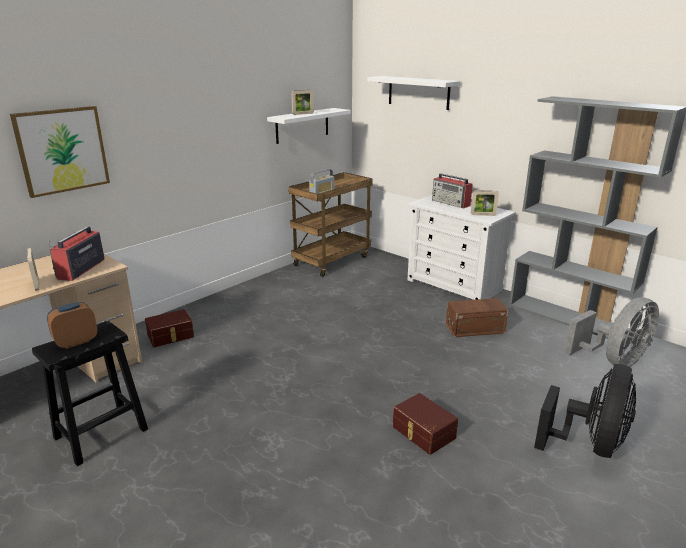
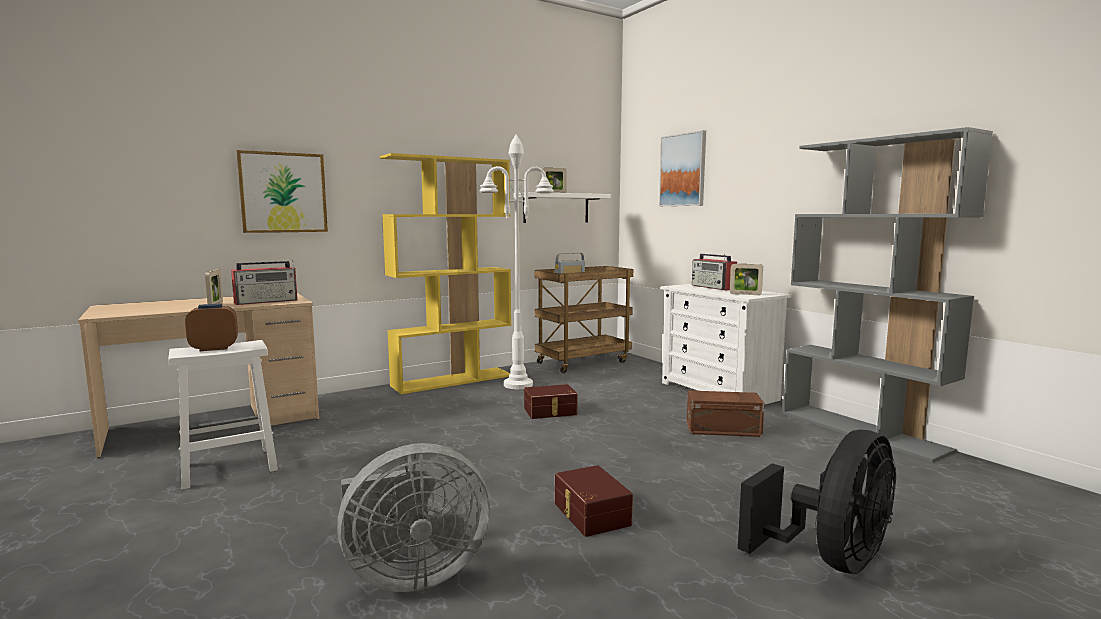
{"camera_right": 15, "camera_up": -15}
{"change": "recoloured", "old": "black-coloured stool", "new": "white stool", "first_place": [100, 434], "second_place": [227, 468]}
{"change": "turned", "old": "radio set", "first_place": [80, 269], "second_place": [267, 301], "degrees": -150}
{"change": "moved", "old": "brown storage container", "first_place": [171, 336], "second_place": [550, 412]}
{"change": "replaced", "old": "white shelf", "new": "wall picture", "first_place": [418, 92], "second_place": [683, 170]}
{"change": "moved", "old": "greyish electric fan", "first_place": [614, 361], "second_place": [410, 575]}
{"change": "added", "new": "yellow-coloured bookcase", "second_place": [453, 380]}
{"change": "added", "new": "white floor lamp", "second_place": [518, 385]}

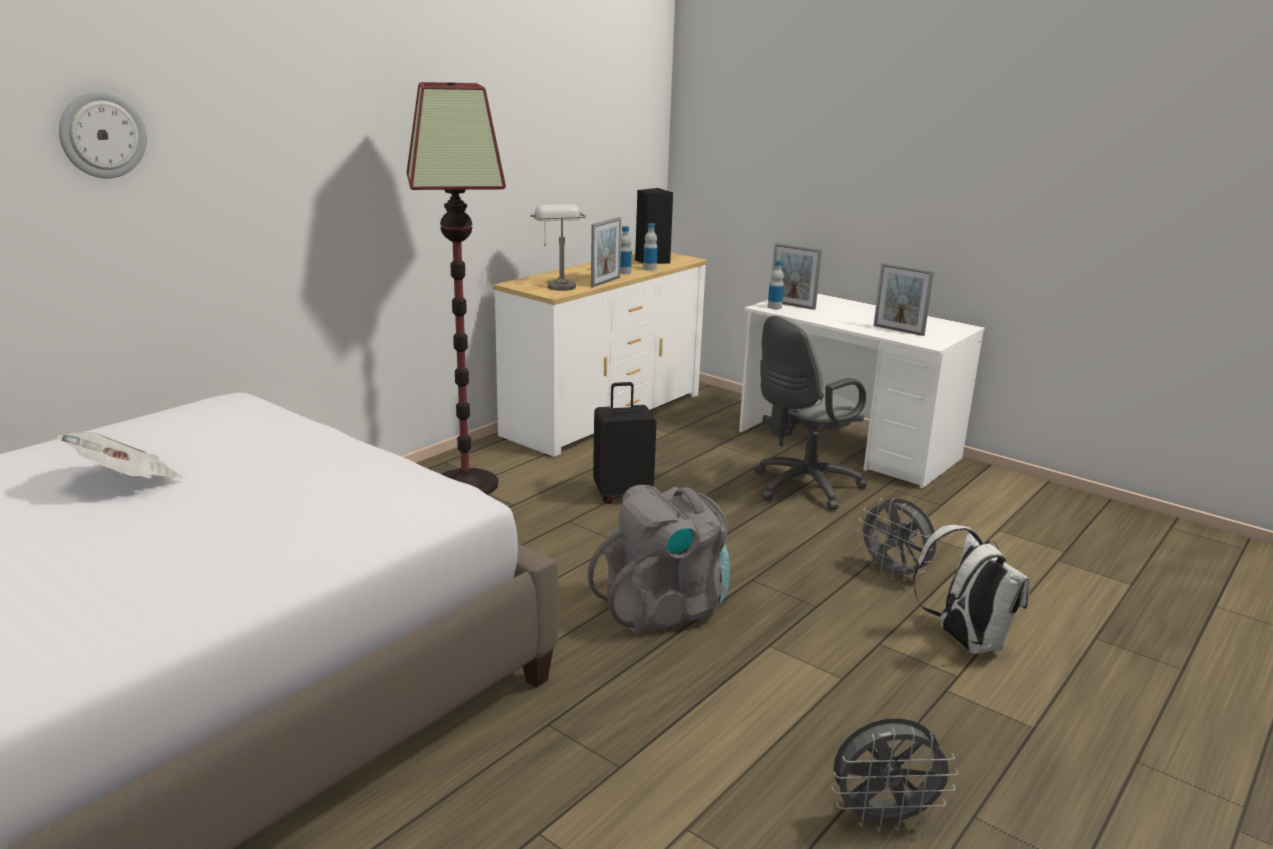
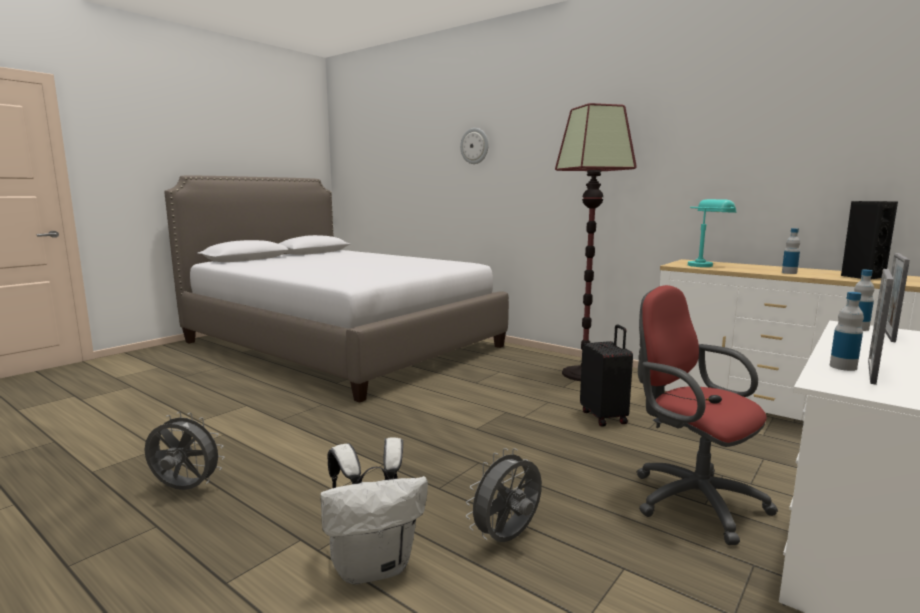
{"camera_right": 90, "camera_up": -10}
{"change": "removed", "old": "printed paper", "first_place": [127, 481]}
{"change": "recoloured", "old": "greyish table lamp", "new": "turquoise table lamp", "first_place": [557, 285], "second_place": [705, 265]}
{"change": "removed", "old": "greyish rucksack", "first_place": [664, 608]}
{"change": "removed", "old": "standing frame", "first_place": [605, 282]}
{"change": "moved", "old": "bottle", "first_place": [649, 269], "second_place": [843, 367]}
{"change": "recoloured", "old": "greyish desk chair", "new": "red-coloured desk chair", "first_place": [801, 488], "second_place": [690, 499]}
{"change": "turned", "old": "greyish electric fan", "first_place": [883, 818], "second_place": [185, 490], "degrees": 105}

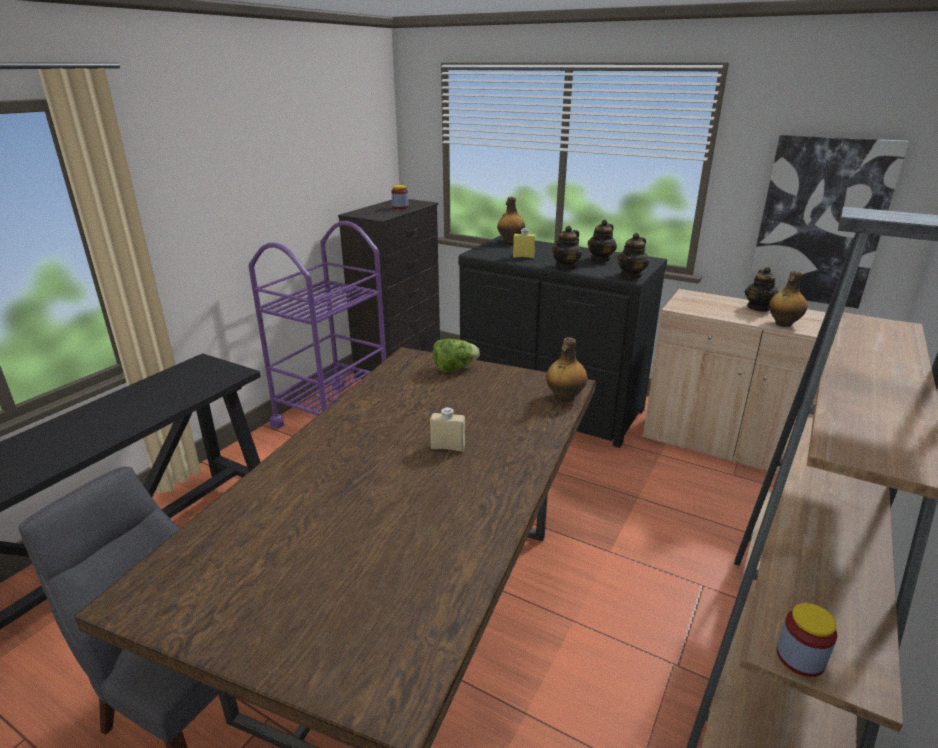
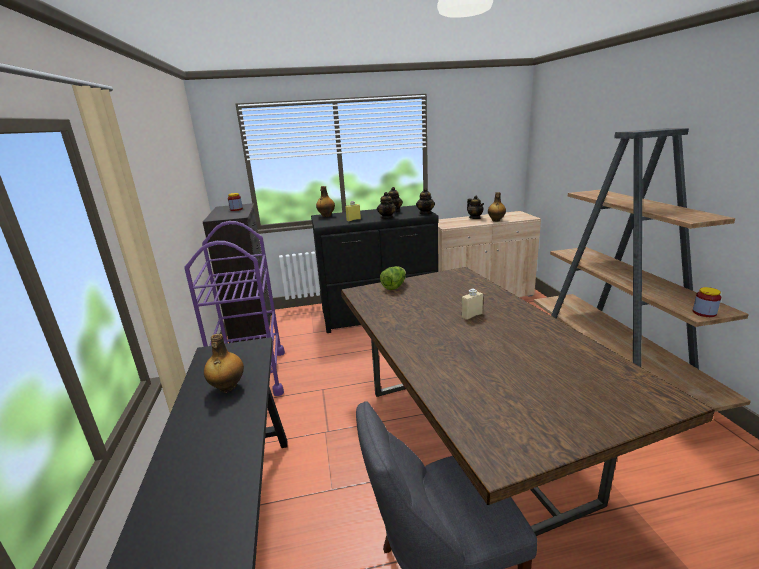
{"camera_right": -40, "camera_up": -5}
{"change": "moved", "old": "bottle", "first_place": [564, 398], "second_place": [227, 388]}
{"change": "removed", "old": "wall picture", "first_place": [820, 222]}

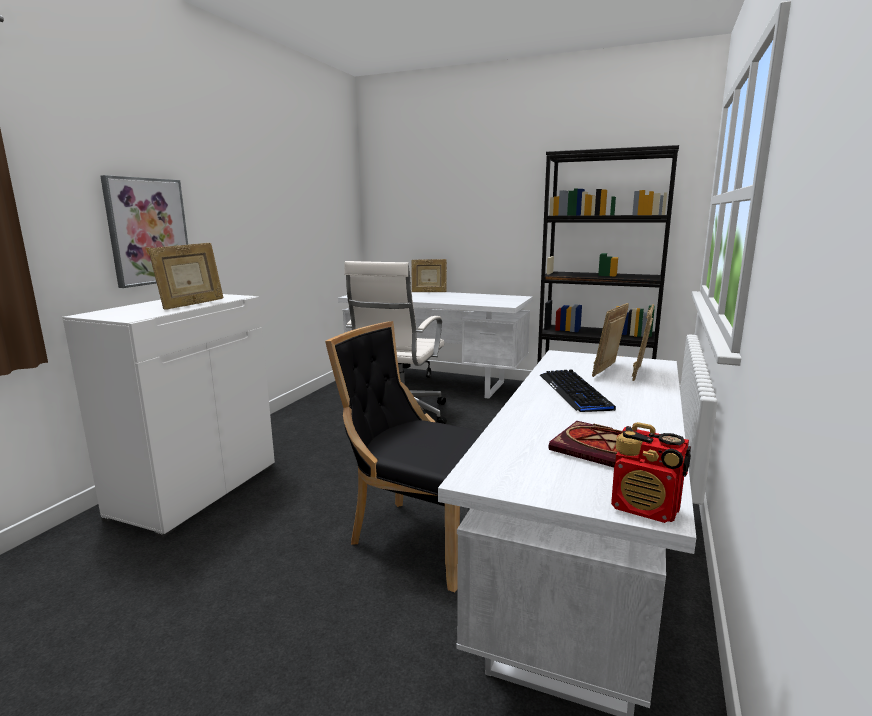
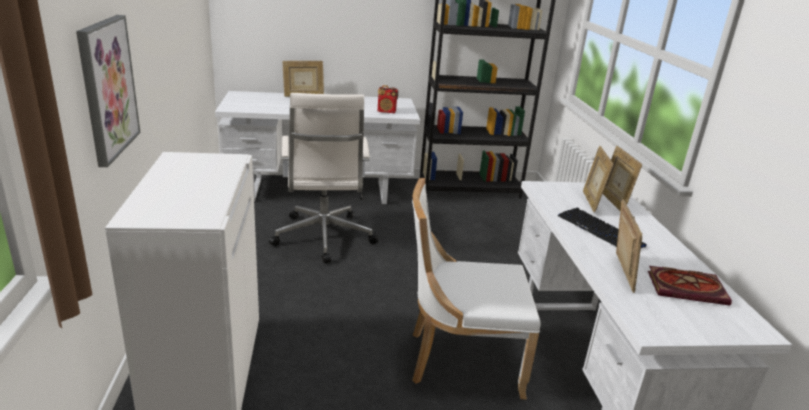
{"camera_right": -30, "camera_up": 10}
{"change": "moved", "old": "standing frame", "first_place": [192, 304], "second_place": [620, 273]}
{"change": "recoloured", "old": "black-coloured upright chair", "new": "white upright chair", "first_place": [420, 536], "second_place": [460, 360]}
{"change": "moved", "old": "radio set", "first_place": [645, 509], "second_place": [386, 111]}

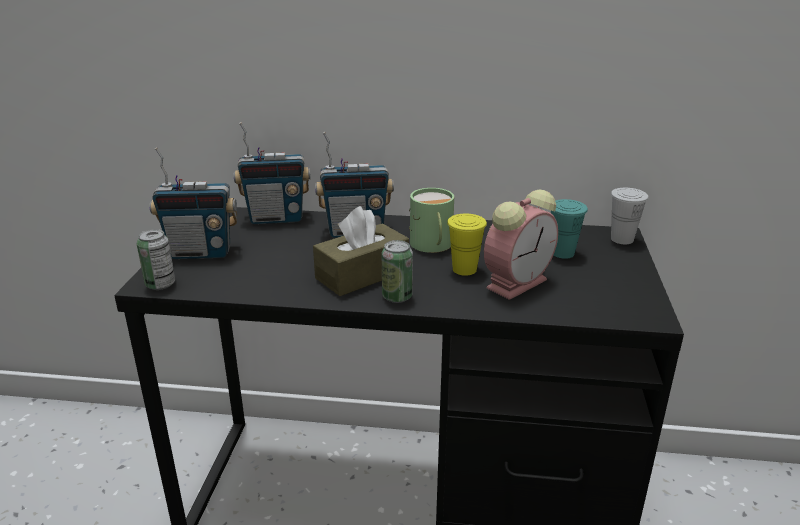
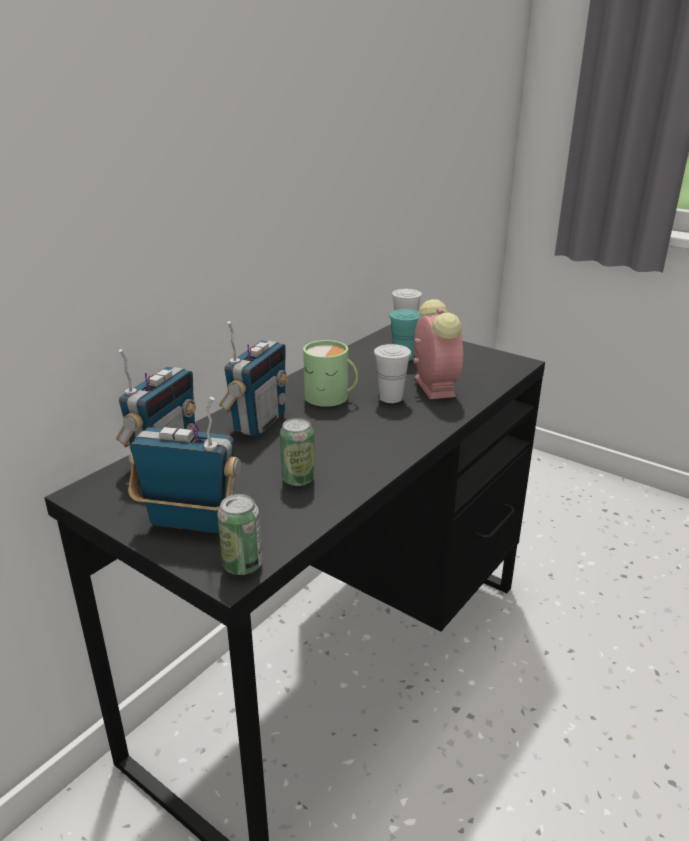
{"camera_right": -60, "camera_up": 0}
{"change": "turned", "old": "radio set", "first_place": [201, 253], "second_place": [191, 521], "degrees": -105}
{"change": "removed", "old": "brown box of tissues", "first_place": [362, 274]}
{"change": "moved", "old": "can", "first_place": [397, 297], "second_place": [298, 479]}
{"change": "recoloured", "old": "yellow-coloured small cup", "new": "white small cup", "first_place": [464, 269], "second_place": [390, 398]}

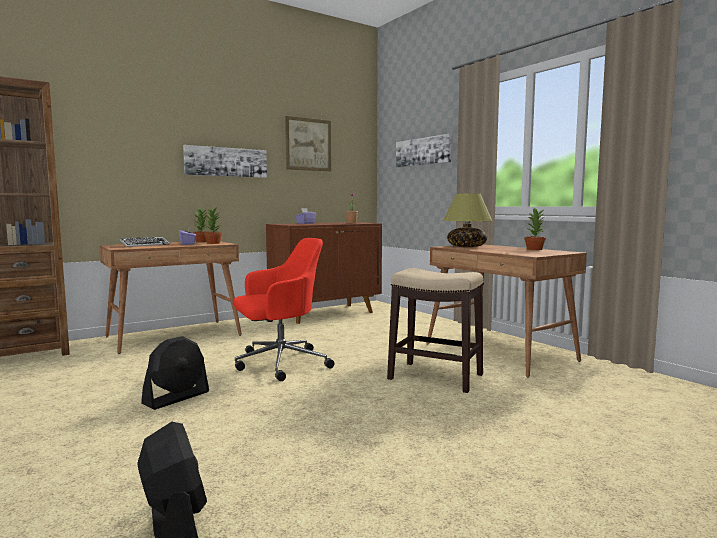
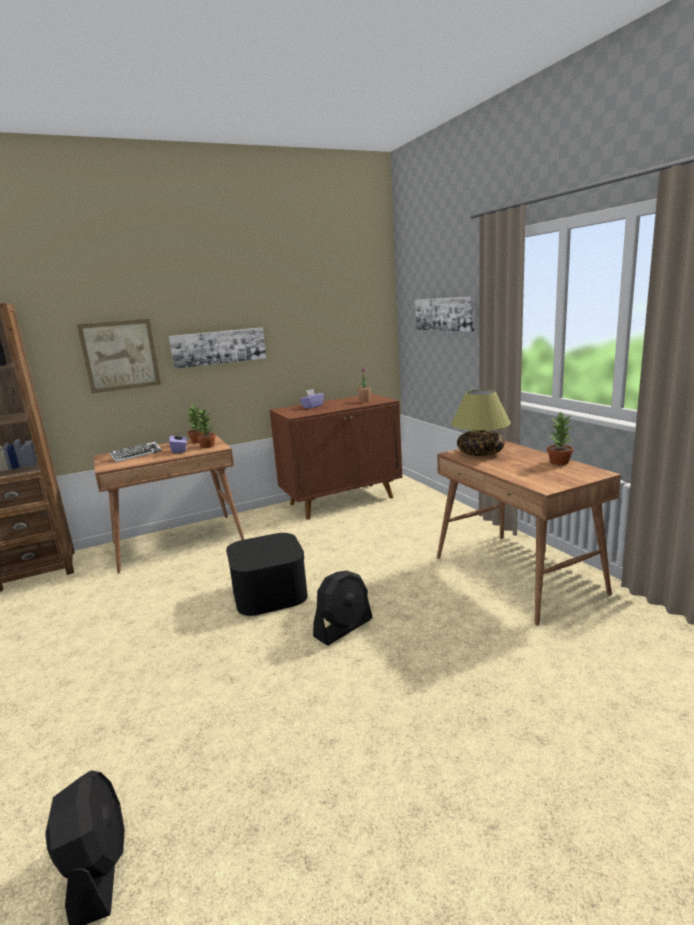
{"camera_right": 10, "camera_up": 10}
{"change": "moved", "old": "black-coloured electric fan", "first_place": [177, 398], "second_place": [343, 627]}
{"change": "replaced", "old": "red-coloured desk chair", "new": "black-coloured storage container", "first_place": [279, 363], "second_place": [270, 592]}
{"change": "moved", "old": "wall picture", "first_place": [308, 144], "second_place": [120, 355]}
{"change": "removed", "old": "stool", "first_place": [434, 376]}

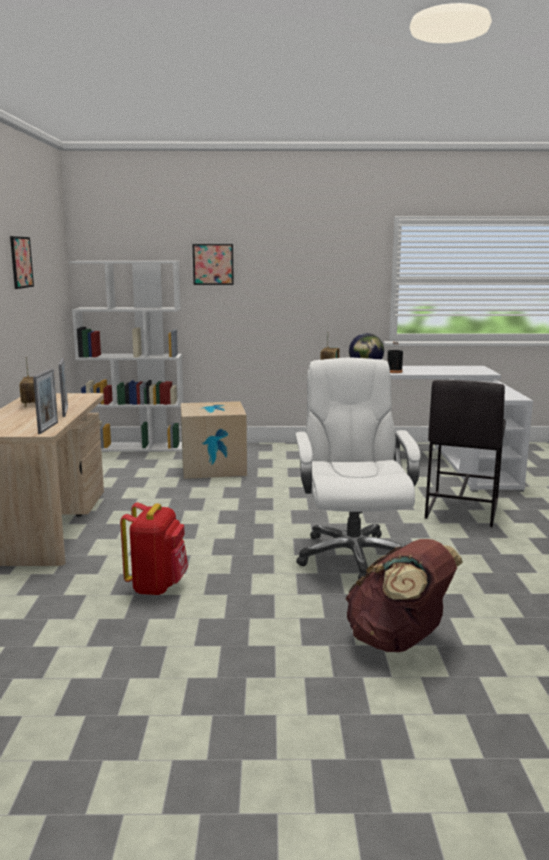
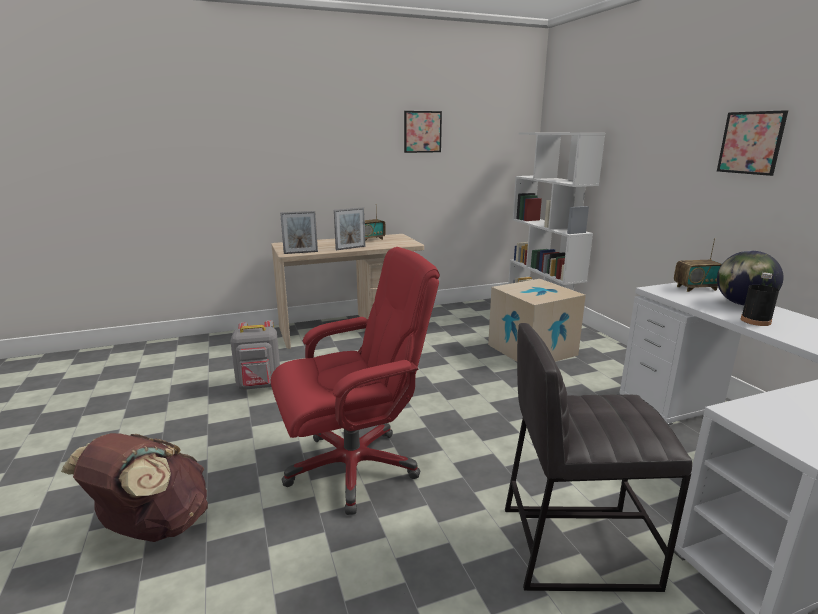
{"camera_right": 70, "camera_up": 5}
{"change": "recoloured", "old": "red-coloured rucksack", "new": "greyish rucksack", "first_place": [157, 586], "second_place": [259, 386]}
{"change": "moved", "old": "wall picture", "first_place": [213, 264], "second_place": [751, 143]}
{"change": "recoloured", "old": "white desk chair", "new": "red-coloured desk chair", "first_place": [352, 555], "second_place": [354, 467]}

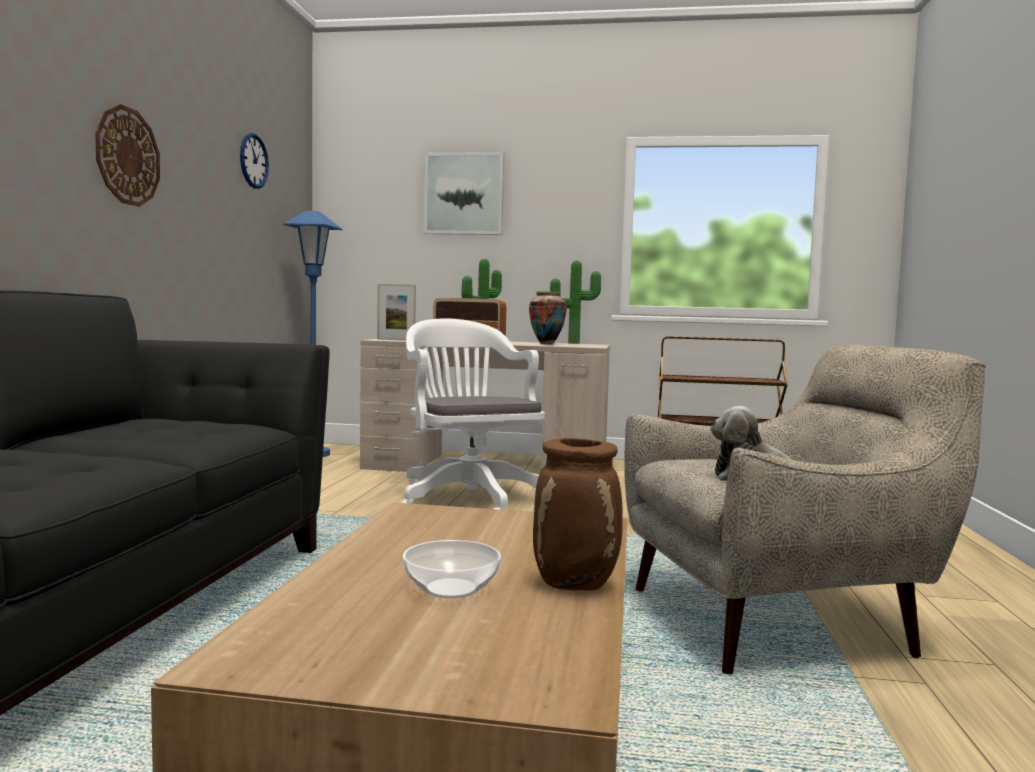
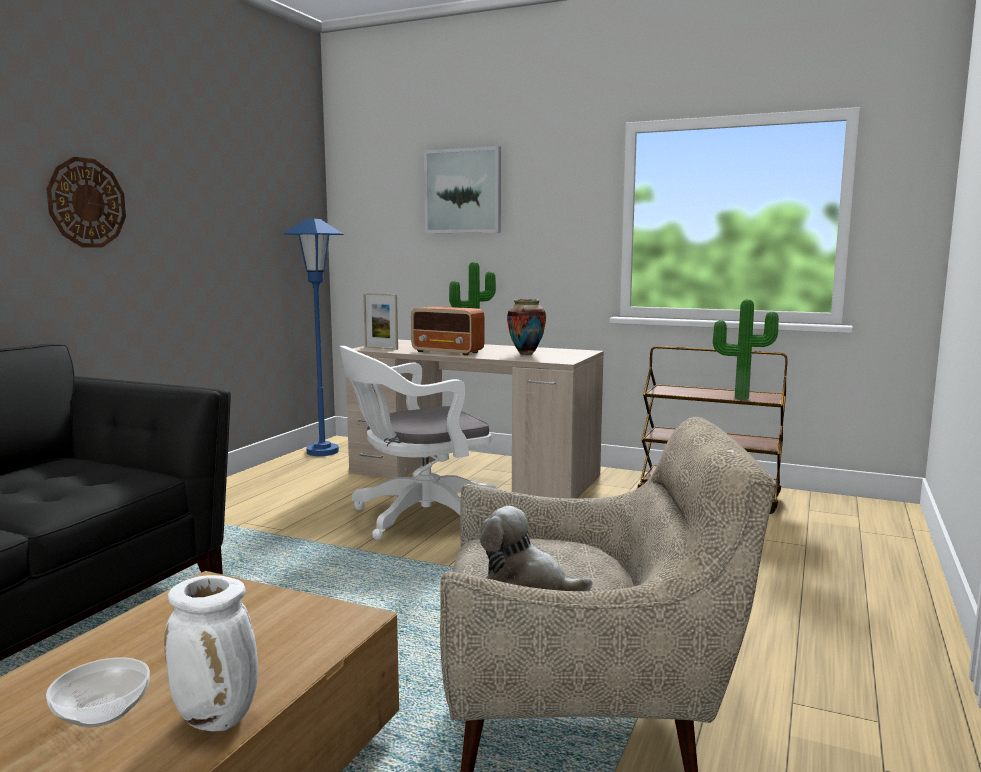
{"camera_right": 15, "camera_up": 5}
{"change": "removed", "old": "wall clock", "first_place": [253, 161]}
{"change": "turned", "old": "white desk chair", "first_place": [468, 498], "second_place": [418, 518], "degrees": -105}
{"change": "recoloured", "old": "brown decorative vase", "new": "white decorative vase", "first_place": [576, 584], "second_place": [218, 719]}
{"change": "moved", "old": "plant in a pot", "first_place": [573, 343], "second_place": [741, 397]}

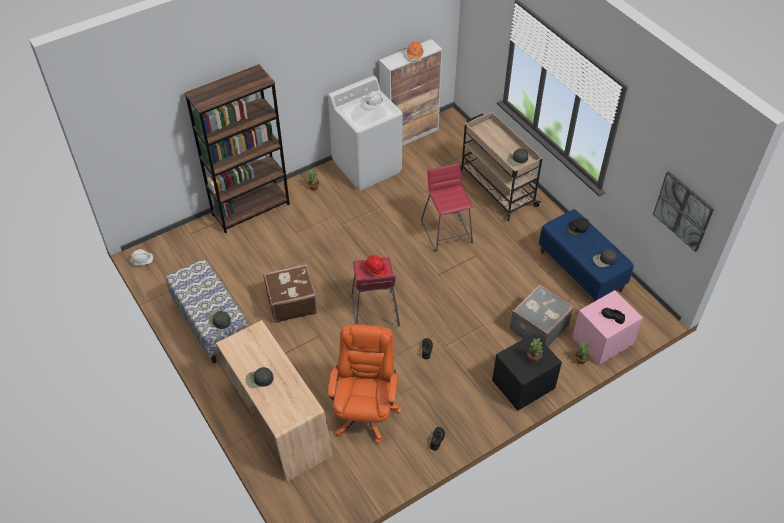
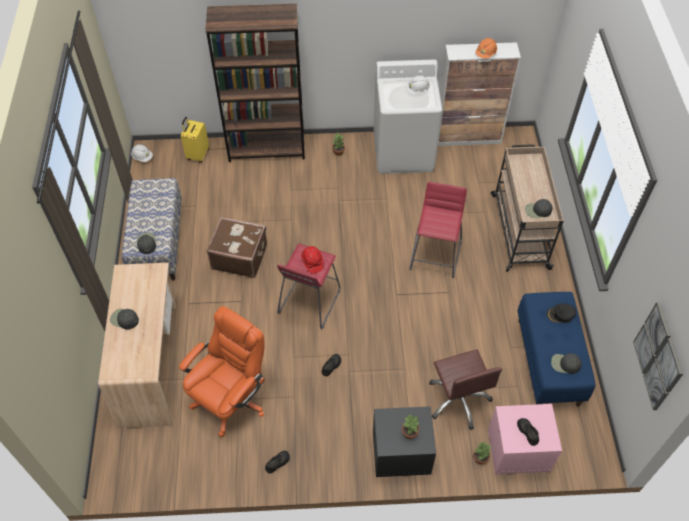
{"camera_right": 30, "camera_up": 5}
{"change": "replaced", "old": "greyish piece of luggage", "new": "brown desk chair", "first_place": [537, 327], "second_place": [459, 400]}
{"change": "added", "new": "yellow-coloured piece of luggage", "second_place": [197, 154]}

